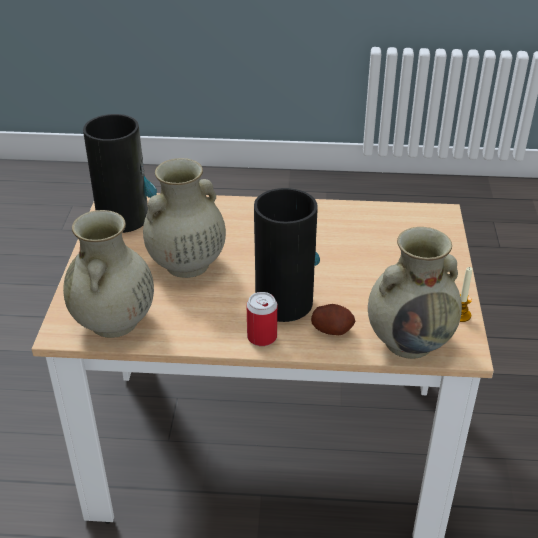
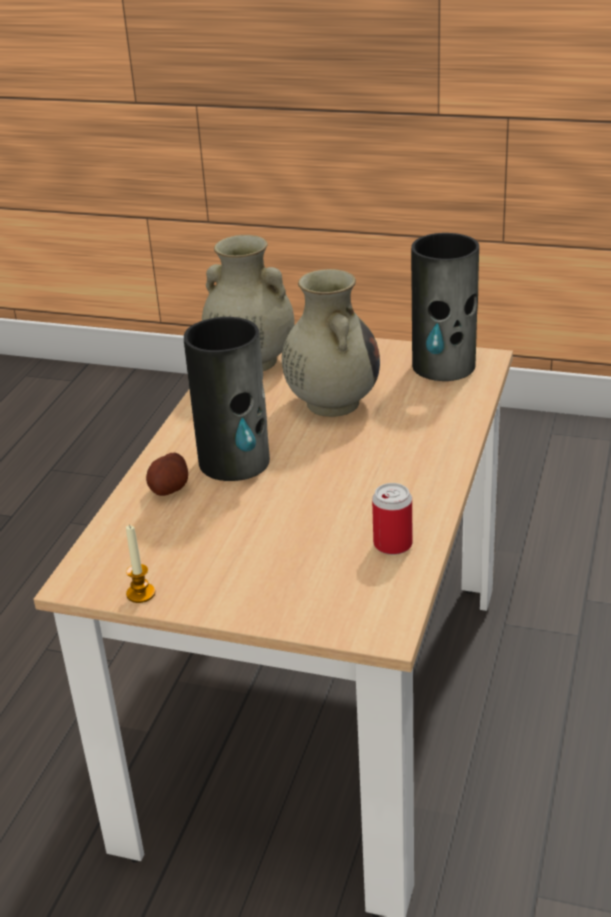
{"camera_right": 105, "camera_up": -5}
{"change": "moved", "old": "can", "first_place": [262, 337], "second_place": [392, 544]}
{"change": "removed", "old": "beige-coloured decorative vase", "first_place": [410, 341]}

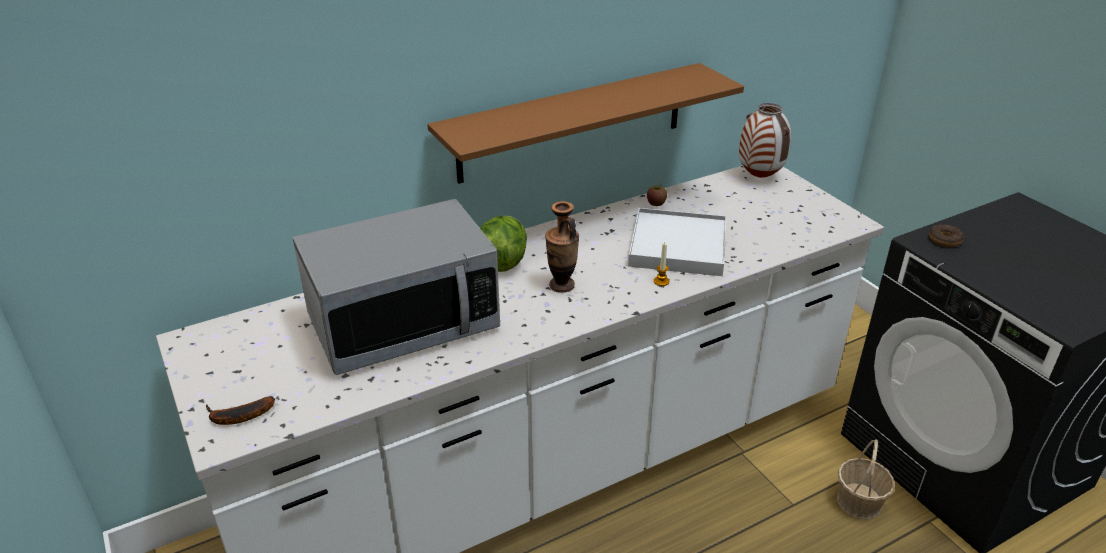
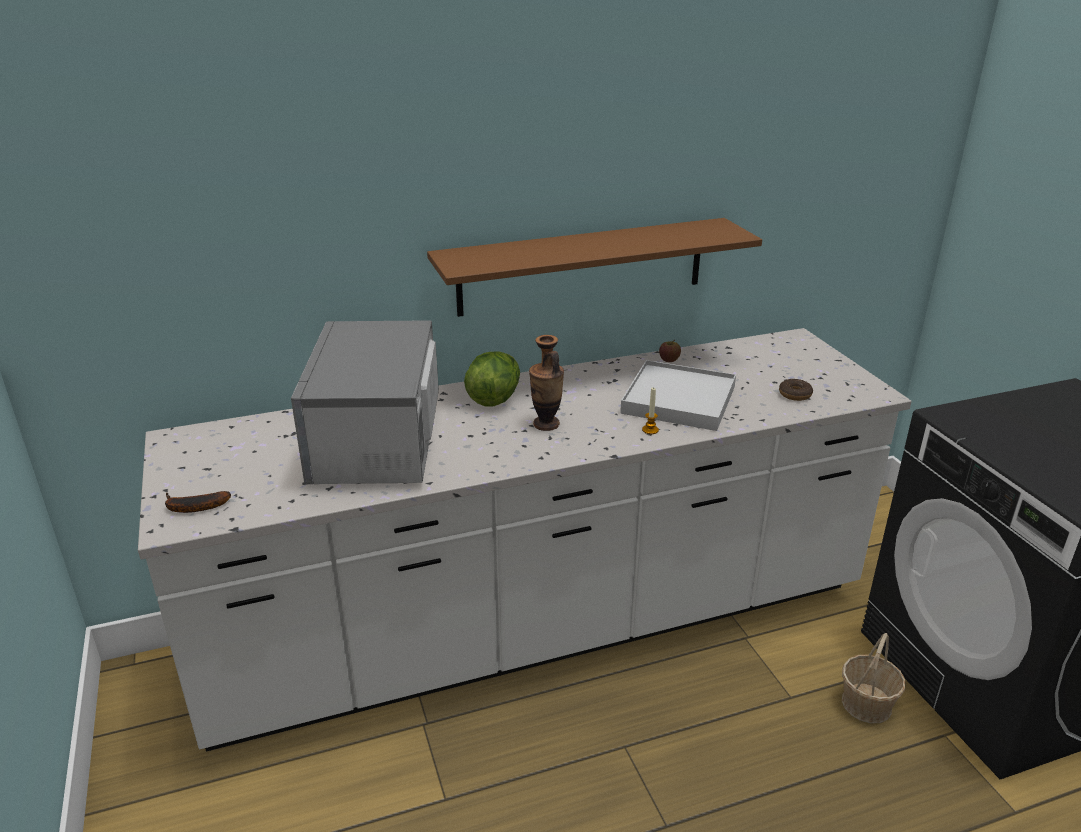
{"camera_right": 10, "camera_up": -5}
{"change": "turned", "old": "microwave", "first_place": [403, 323], "second_place": [378, 443], "degrees": 105}
{"change": "removed", "old": "decorative vase", "first_place": [760, 177]}
{"change": "moved", "old": "doughnut", "first_place": [944, 240], "second_place": [795, 394]}

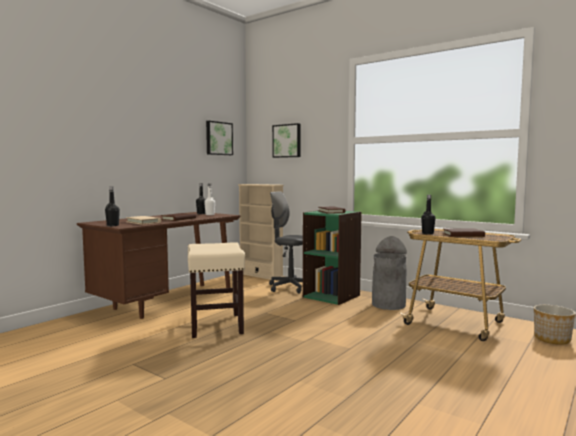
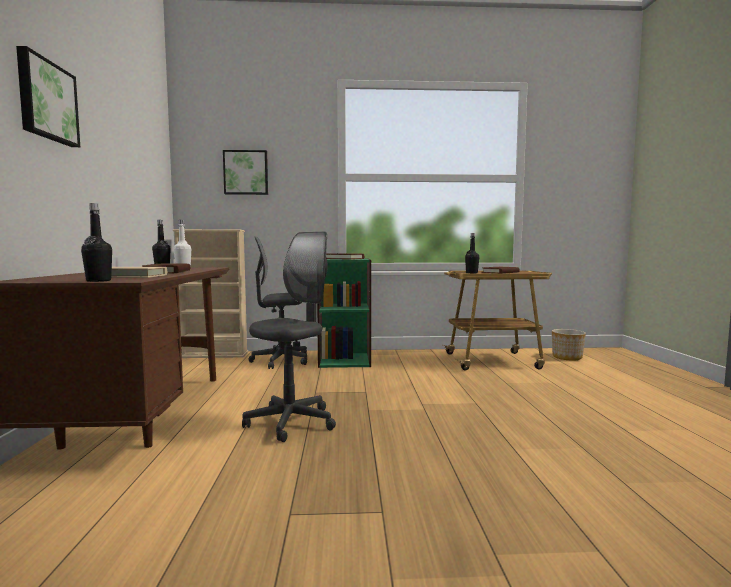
{"camera_right": -40, "camera_up": 0}
{"change": "replaced", "old": "beige-coloured stool", "new": "greyish desk chair", "first_place": [216, 325], "second_place": [291, 422]}
{"change": "moved", "old": "wall picture", "first_place": [218, 138], "second_place": [46, 101]}
{"change": "removed", "old": "greyish trash can", "first_place": [388, 305]}

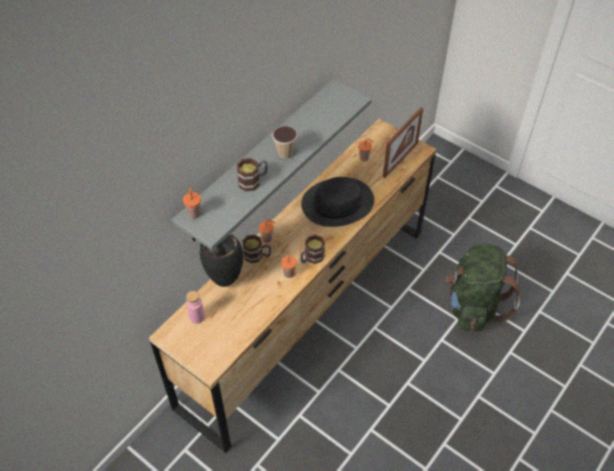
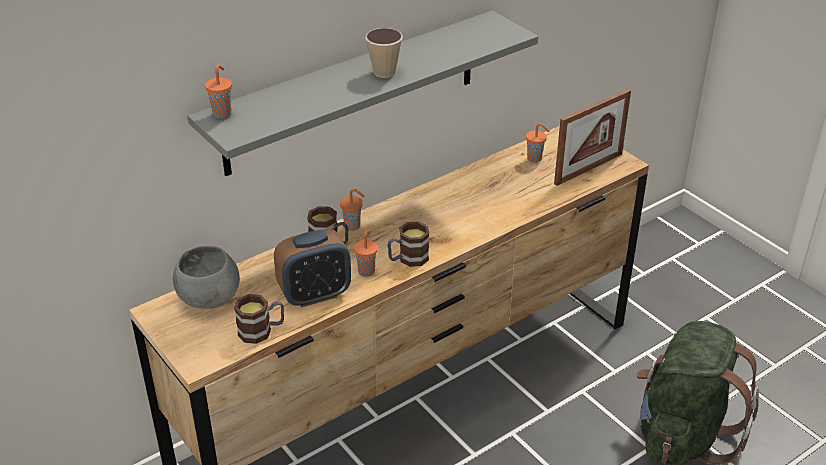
{"camera_right": 15, "camera_up": -15}
{"change": "replaced", "old": "pink-coloured bottle", "new": "greyish deep dish", "first_place": [197, 317], "second_place": [209, 298]}
{"change": "removed", "old": "black-coloured decorative vase", "first_place": [226, 281]}
{"change": "moved", "old": "coffee mug", "first_place": [253, 181], "second_place": [261, 331]}
{"change": "removed", "old": "black-coloured hat", "first_place": [337, 203]}
{"change": "added", "new": "bedside clock", "second_place": [315, 294]}

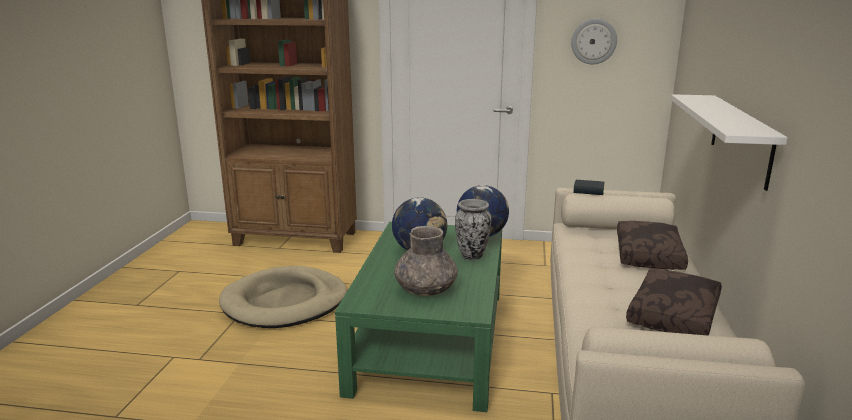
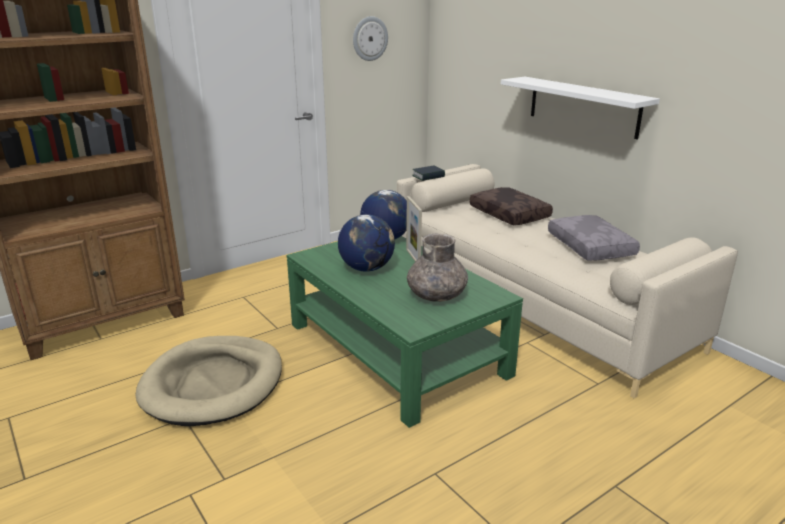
{"camera_right": -45, "camera_up": 5}
{"change": "replaced", "old": "decorative vase", "new": "standing frame", "first_place": [472, 256], "second_place": [413, 257]}
{"change": "recoloured", "old": "brown pillow", "new": "greyish pillow", "first_place": [675, 315], "second_place": [591, 247]}

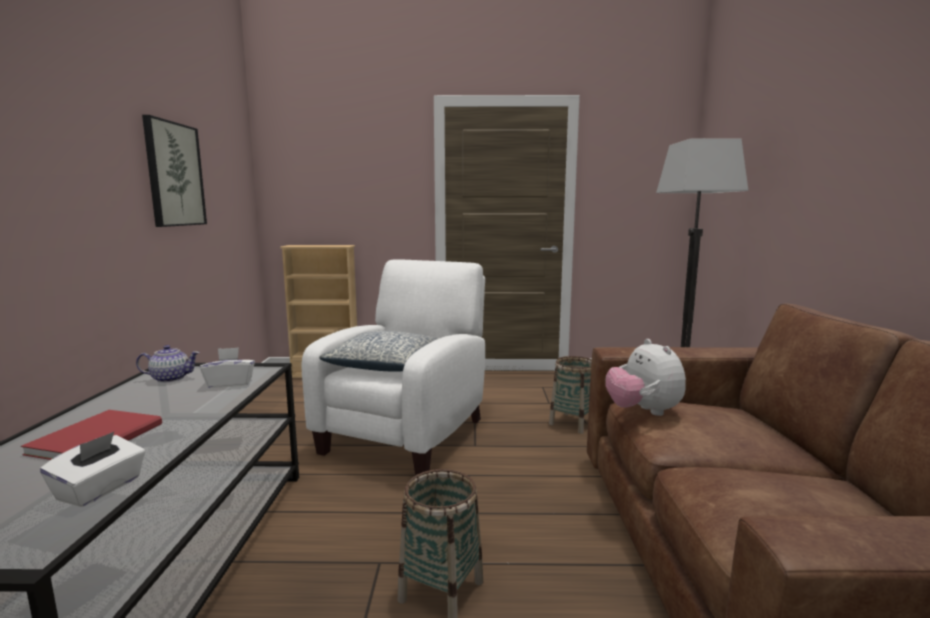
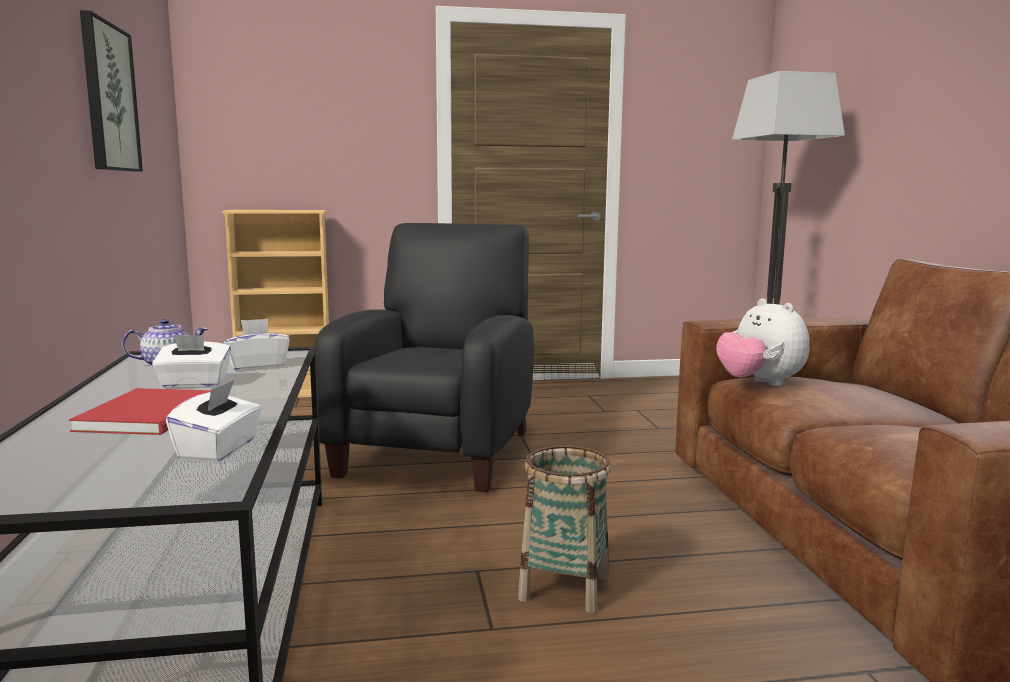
{"camera_right": -10, "camera_up": 0}
{"change": "recoloured", "old": "white easy chair", "new": "black-coloured easy chair", "first_place": [408, 433], "second_place": [440, 450]}
{"change": "removed", "old": "pillow", "first_place": [388, 365]}
{"change": "removed", "old": "basket", "first_place": [573, 423]}
{"change": "added", "new": "white box of tissues", "second_place": [194, 384]}

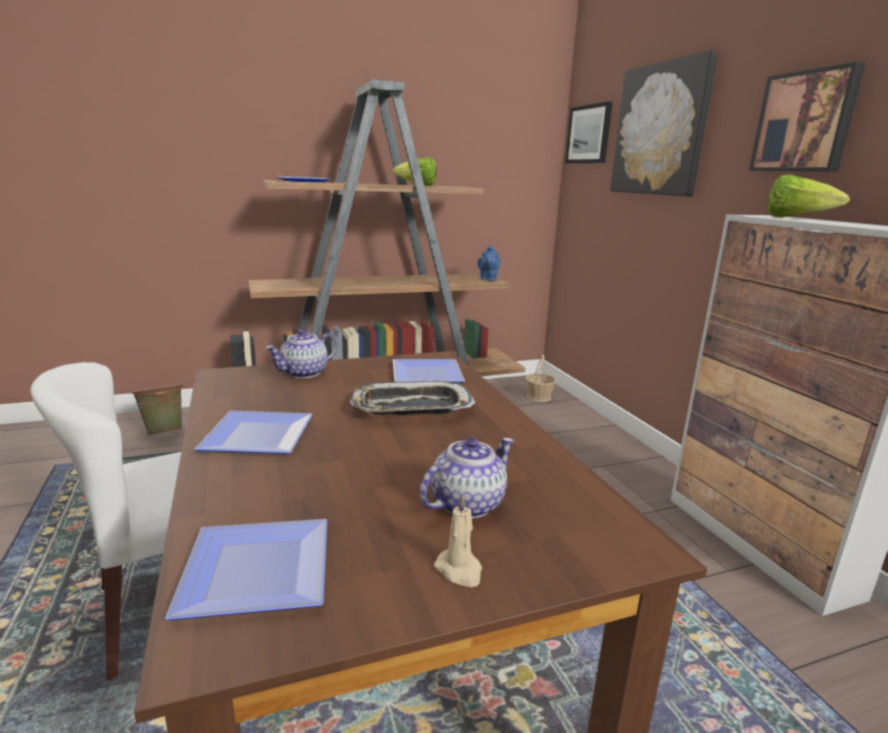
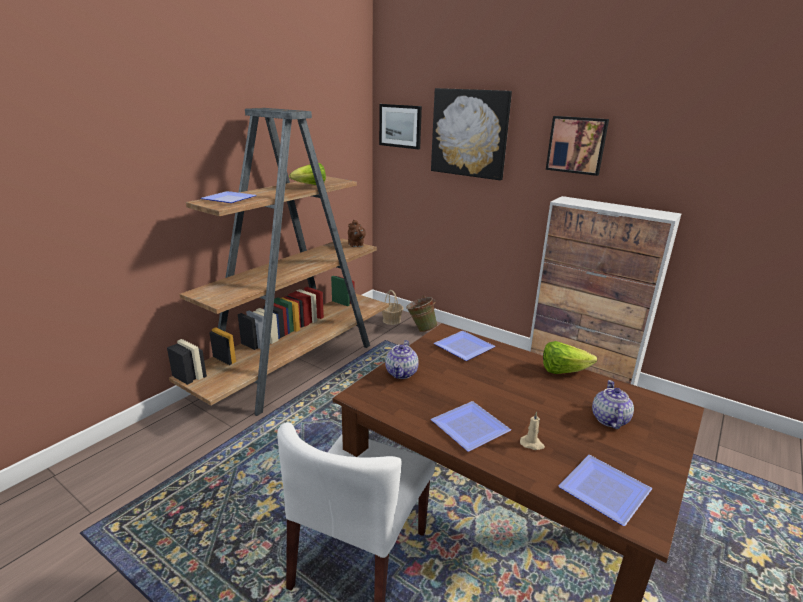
{"camera_right": -35, "camera_up": 5}
{"change": "moved", "old": "green water bucket", "first_place": [164, 433], "second_place": [421, 329]}
{"change": "removed", "old": "serving tray", "first_place": [411, 407]}
{"change": "moved", "old": "beige-coloured wax candle", "first_place": [459, 570], "second_place": [532, 444]}
{"change": "recoloured", "old": "blue teapot", "new": "brown teapot", "first_place": [488, 279], "second_place": [356, 245]}
{"change": "moved", "old": "head of lettuce", "first_place": [795, 218], "second_place": [563, 371]}

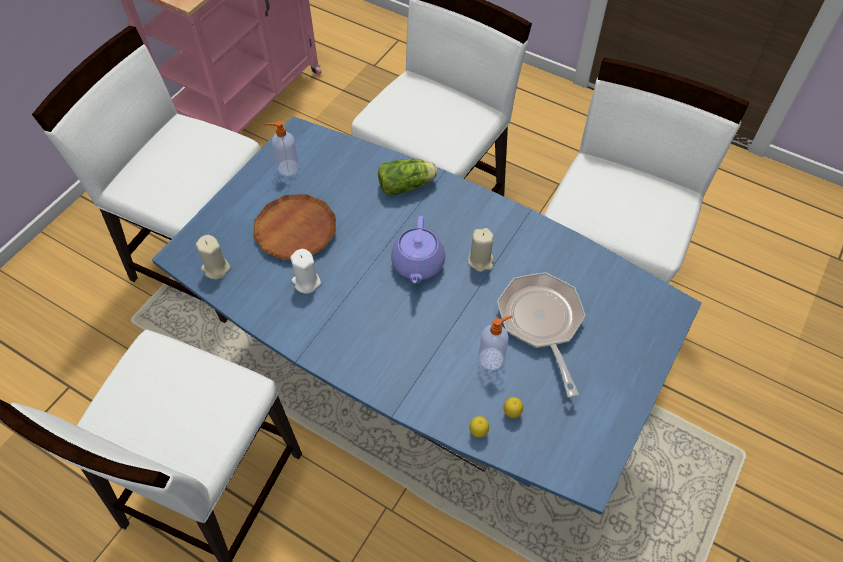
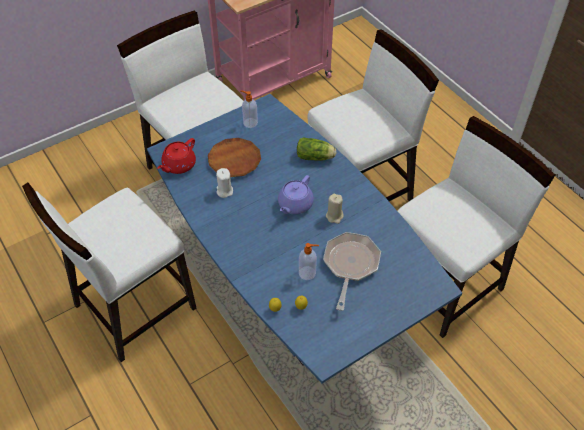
{"camera_right": 25, "camera_up": -5}
{"change": "replaced", "old": "beige-coloured wax candle", "new": "red-coloured teapot", "first_place": [216, 268], "second_place": [178, 165]}

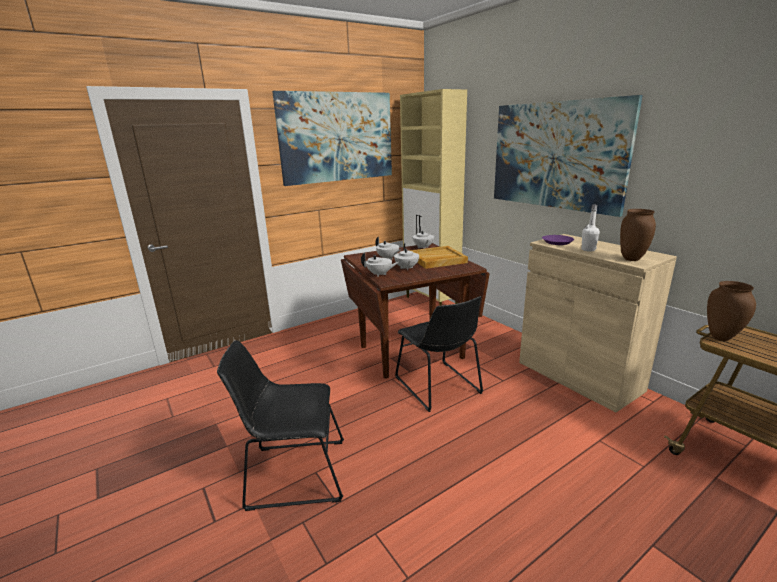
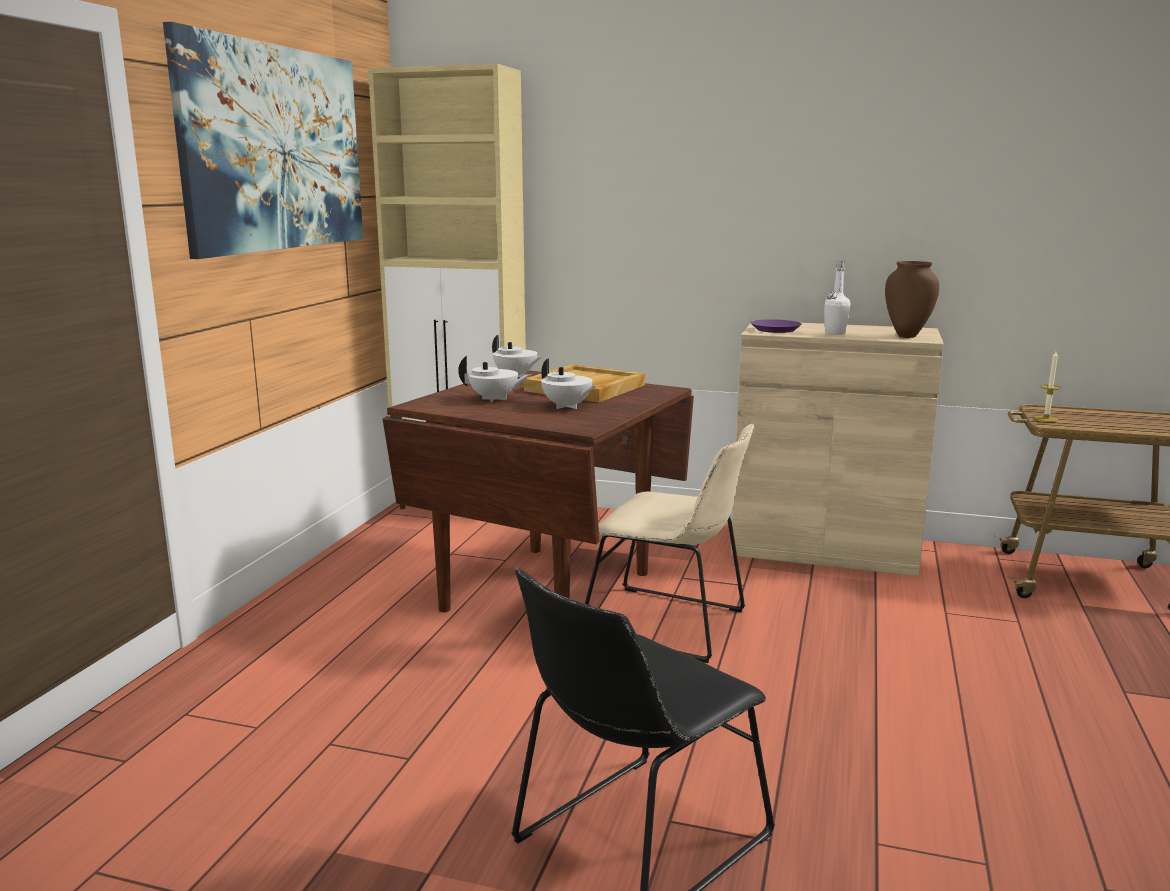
{"camera_right": -40, "camera_up": -5}
{"change": "removed", "old": "white teapot", "first_place": [379, 274]}
{"change": "recoloured", "old": "black-coloured upright chair", "new": "beige-coloured upright chair", "first_place": [439, 387], "second_place": [671, 625]}
{"change": "removed", "old": "wall picture", "first_place": [556, 155]}
{"change": "replaced", "old": "brown decorative vase", "new": "wax candle", "first_place": [722, 338], "second_place": [1046, 419]}

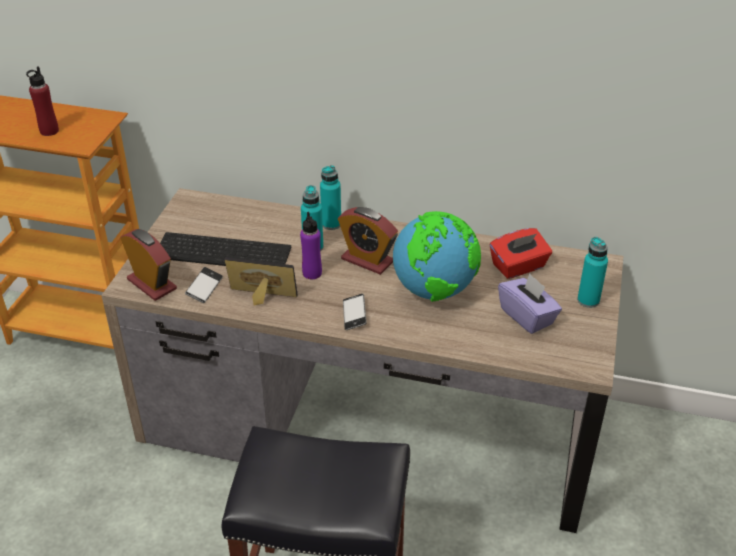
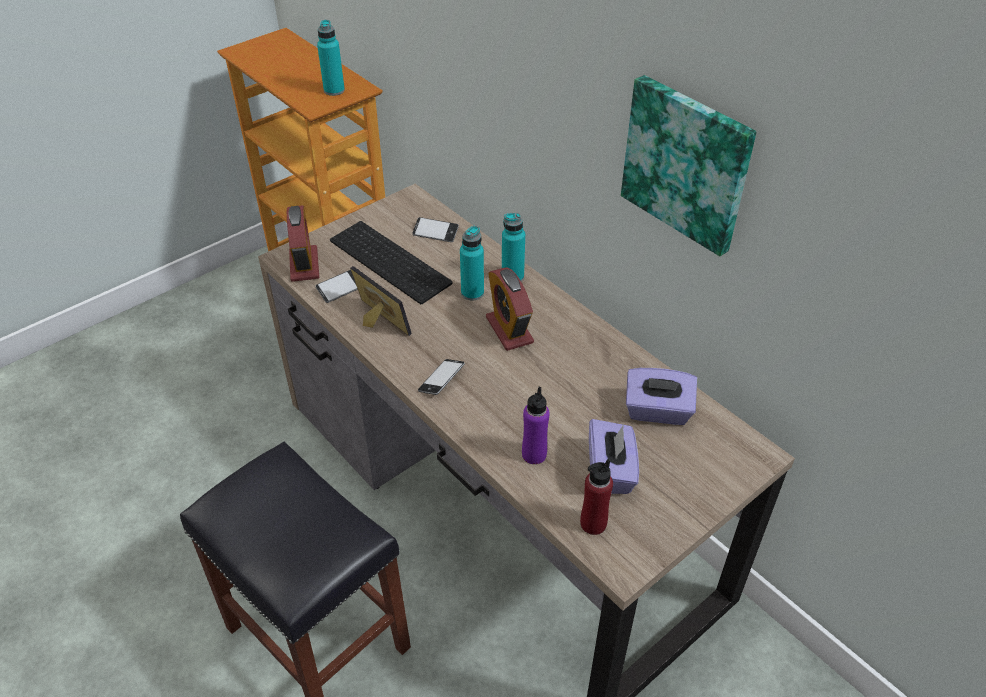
{"camera_right": 35, "camera_up": 5}
{"change": "moved", "old": "red-coloured bottle", "first_place": [49, 131], "second_place": [593, 523]}
{"change": "moved", "old": "purple bottle", "first_place": [312, 273], "second_place": [534, 454]}
{"change": "removed", "old": "globe", "first_place": [434, 290]}
{"change": "recoloured", "old": "red-coloured box of tissues", "new": "purple box of tissues", "first_place": [518, 267], "second_place": [657, 411]}
{"change": "moved", "old": "turquoise bottle", "first_place": [588, 300], "second_place": [334, 90]}
{"change": "added", "new": "telephone", "second_place": [435, 233]}
{"change": "added", "new": "wall picture", "second_place": [687, 163]}

